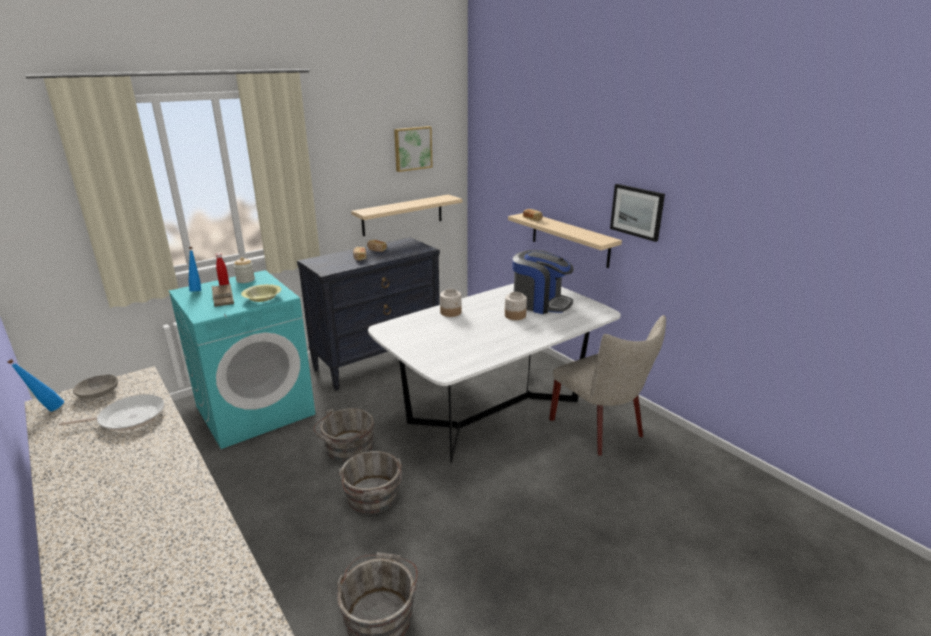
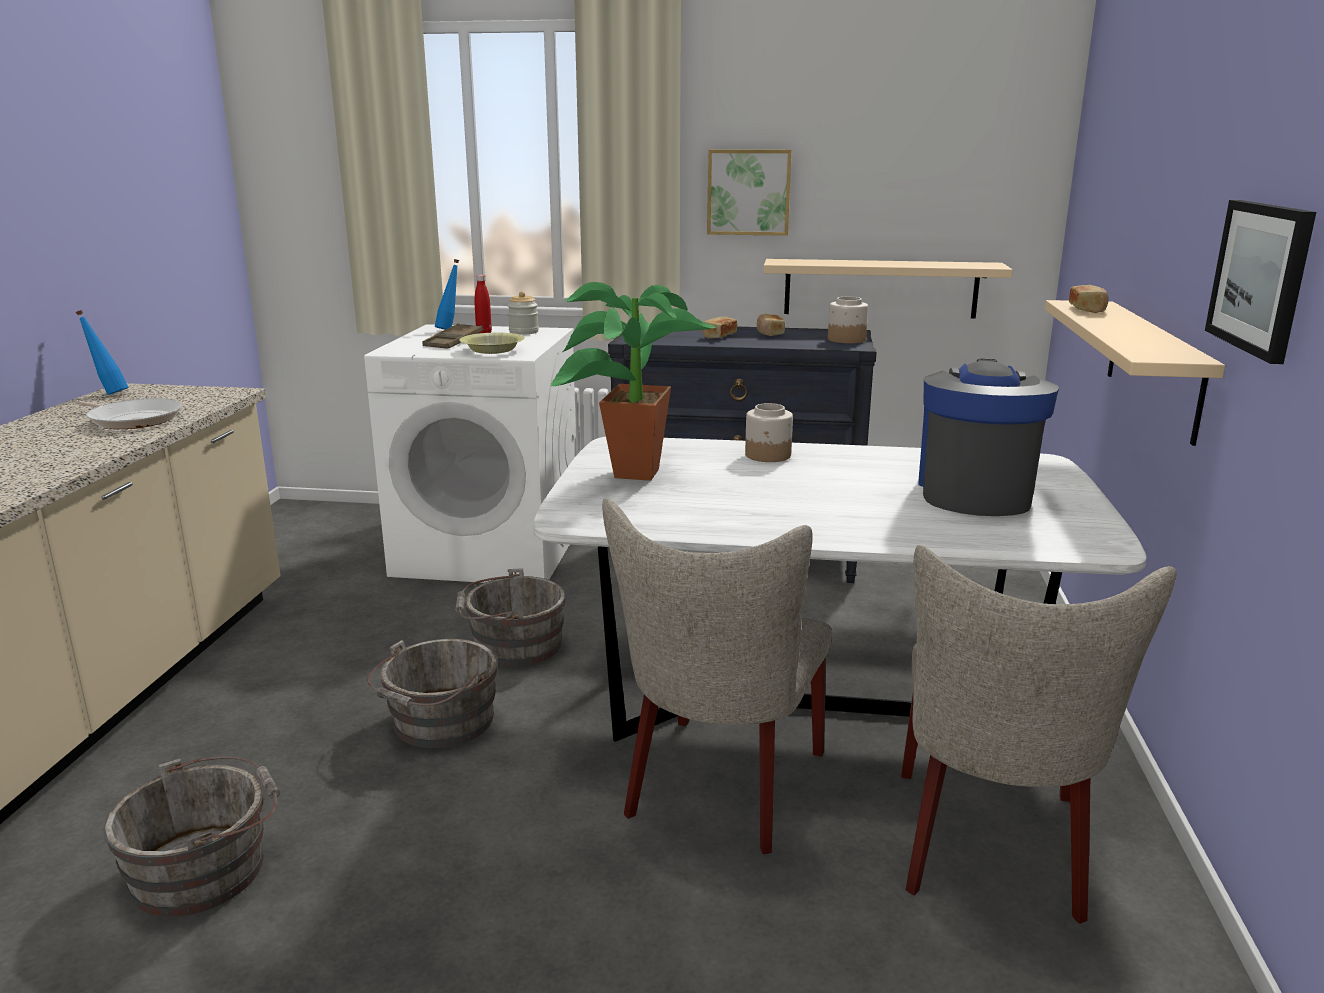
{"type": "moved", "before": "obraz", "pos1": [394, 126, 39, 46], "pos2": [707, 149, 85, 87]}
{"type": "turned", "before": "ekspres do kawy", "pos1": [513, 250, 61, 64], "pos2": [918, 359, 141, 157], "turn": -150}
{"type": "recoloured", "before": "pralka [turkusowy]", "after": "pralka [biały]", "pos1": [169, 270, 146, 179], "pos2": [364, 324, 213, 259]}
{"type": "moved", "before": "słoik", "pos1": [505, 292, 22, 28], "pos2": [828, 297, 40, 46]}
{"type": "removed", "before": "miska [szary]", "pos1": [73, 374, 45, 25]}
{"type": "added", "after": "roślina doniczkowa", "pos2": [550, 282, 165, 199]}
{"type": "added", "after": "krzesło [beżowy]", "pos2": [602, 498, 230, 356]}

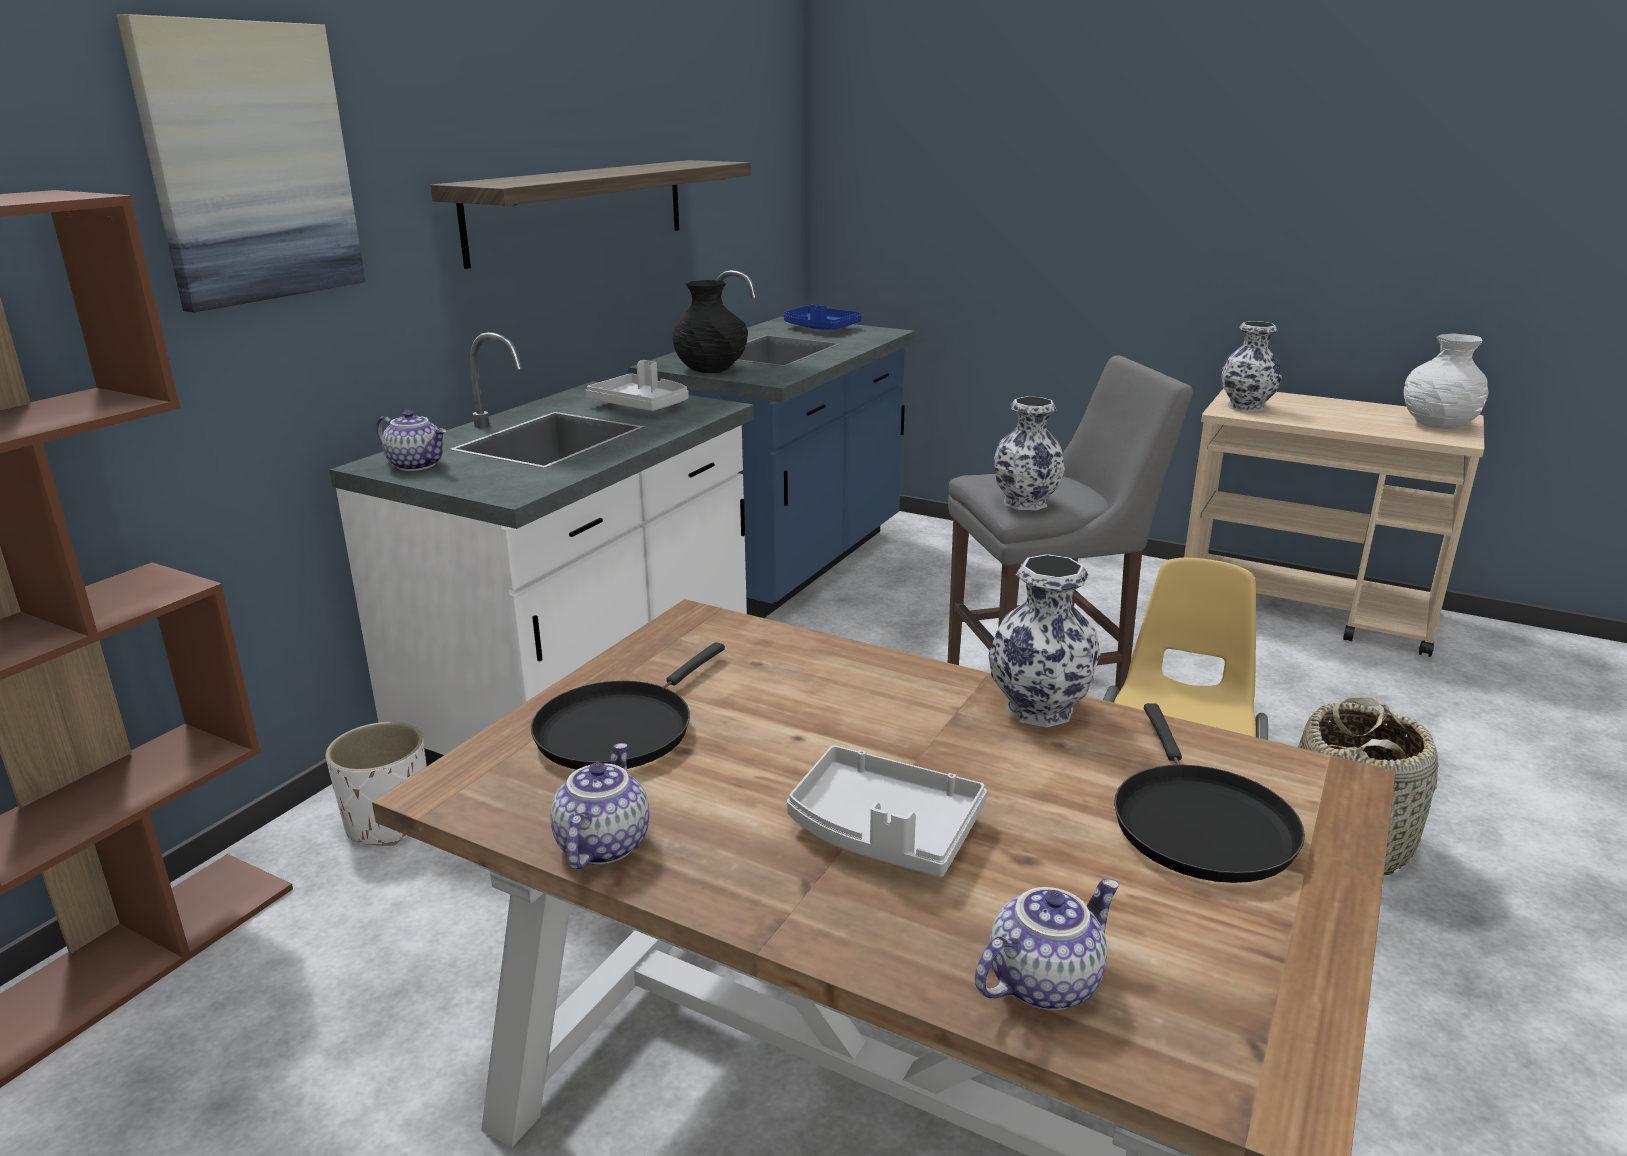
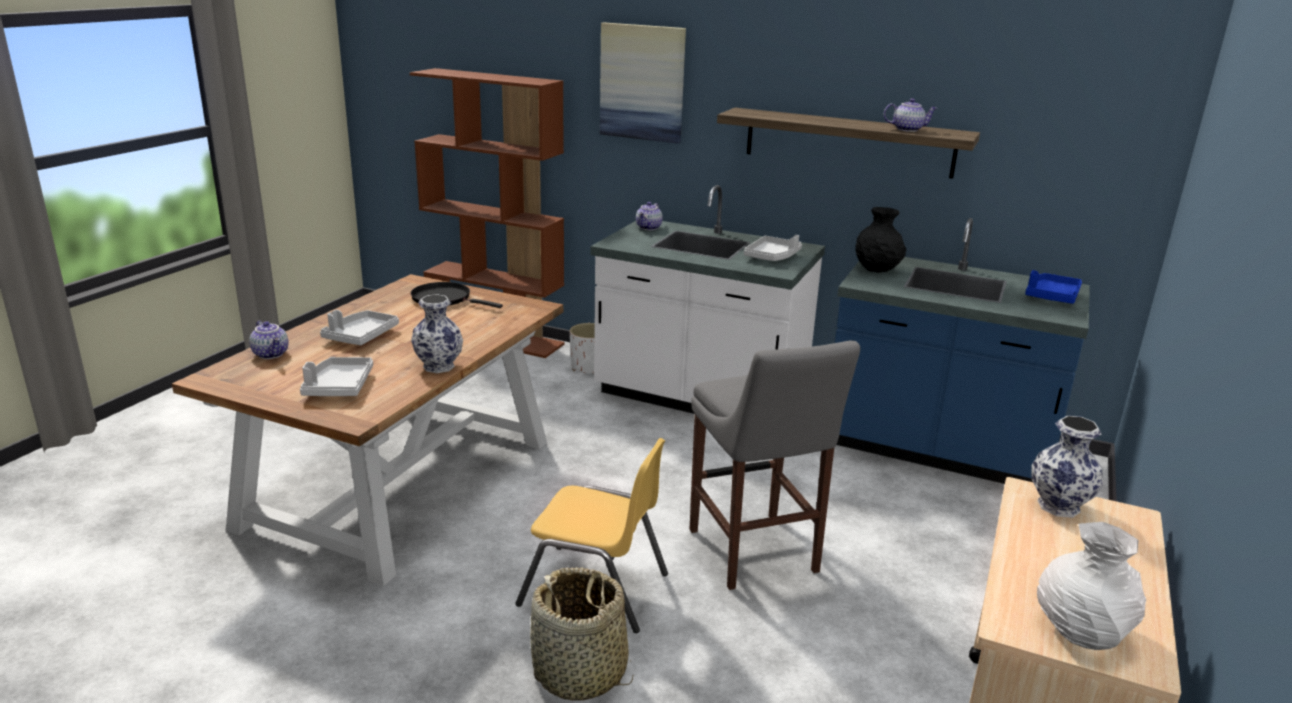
{"type": "removed", "before": "wazon", "pos1": [994, 397, 71, 114]}
{"type": "replaced", "before": "patelnia [czarny]", "after": "taca [szary]", "pos1": [1114, 703, 191, 180], "pos2": [300, 357, 73, 39]}
{"type": "moved", "before": "imbryk", "pos1": [550, 743, 99, 126], "pos2": [884, 98, 53, 34]}

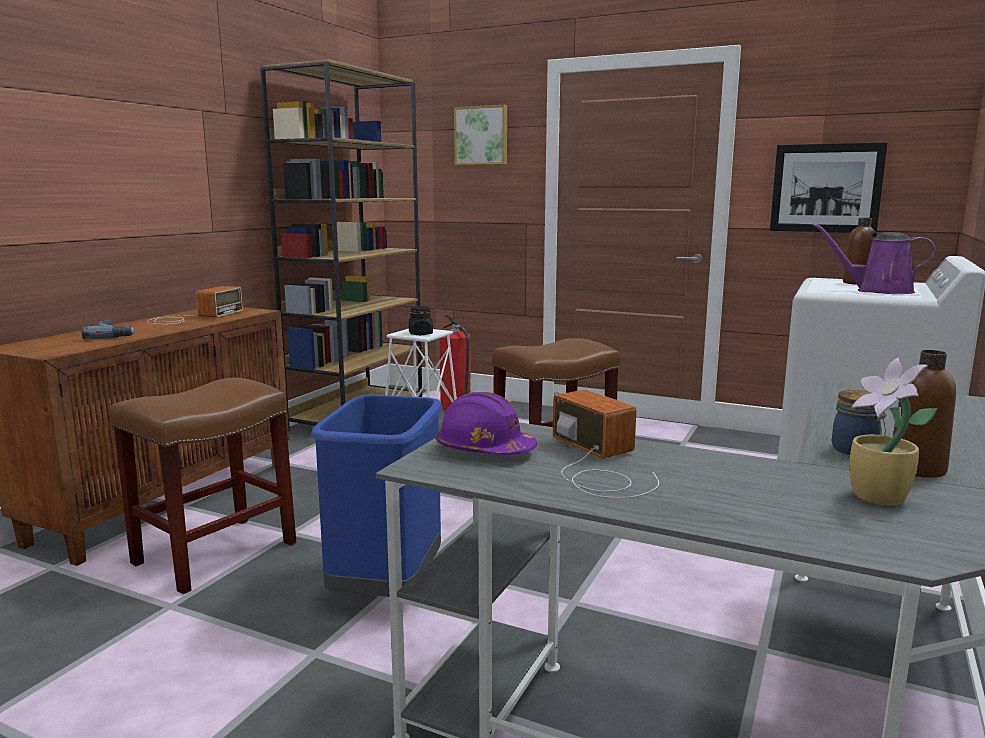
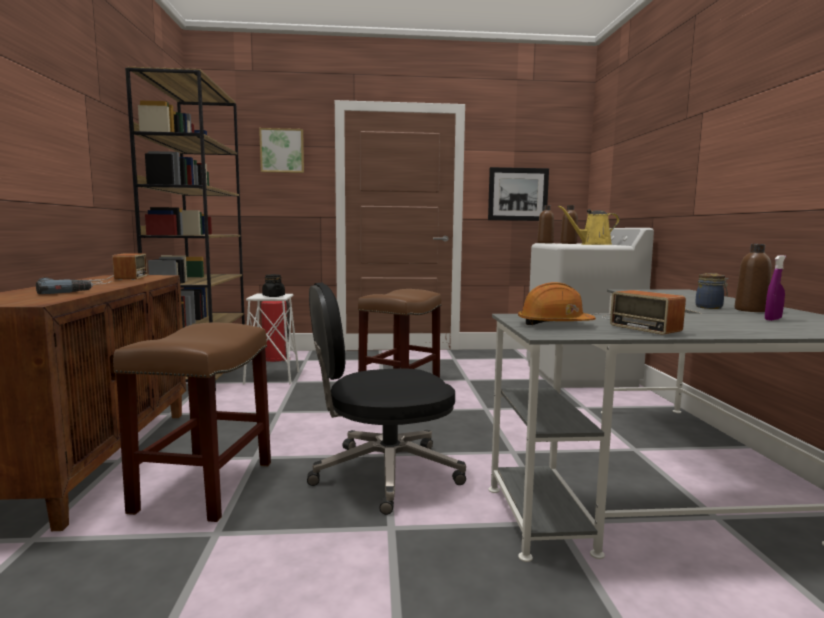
{"type": "recoloured", "before": "konewka [fioletowy]", "after": "konewka [żółty]", "pos1": [813, 224, 123, 70], "pos2": [558, 206, 62, 39]}
{"type": "replaced", "before": "roślina doniczkowa", "after": "spryskiwacz [fioletowy]", "pos1": [850, 358, 88, 147], "pos2": [765, 255, 21, 66]}
{"type": "turned", "before": "radio", "pos1": [553, 390, 106, 108], "pos2": [590, 290, 96, 45], "turn": -150}
{"type": "recoloured", "before": "kask [fioletowy]", "after": "kask [pomarańczowy]", "pos1": [436, 392, 101, 63], "pos2": [518, 282, 78, 43]}
{"type": "replaced", "before": "kosz na śmieci [niebieski]", "after": "krzesło biurowe [czarny]", "pos1": [311, 395, 131, 202], "pos2": [307, 282, 159, 233]}
{"type": "added", "after": "butelka [brązowy]", "pos2": [537, 205, 17, 38]}

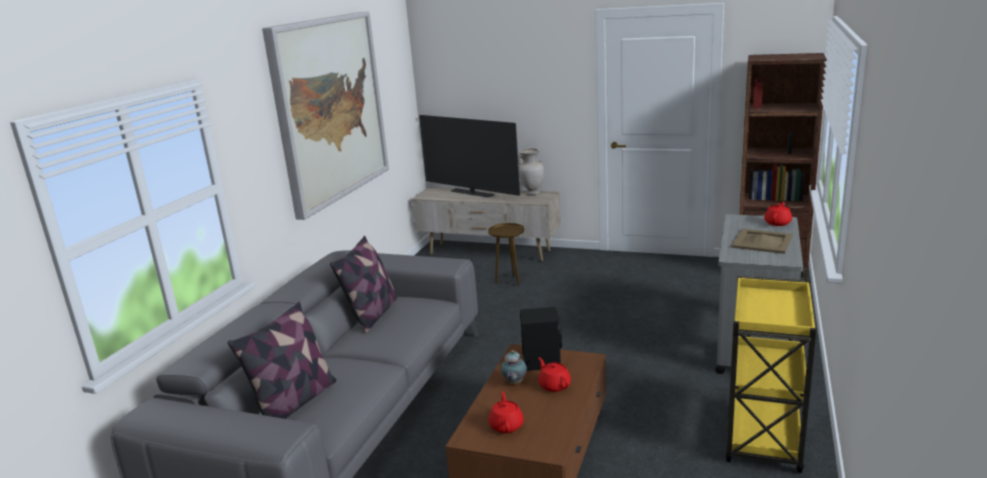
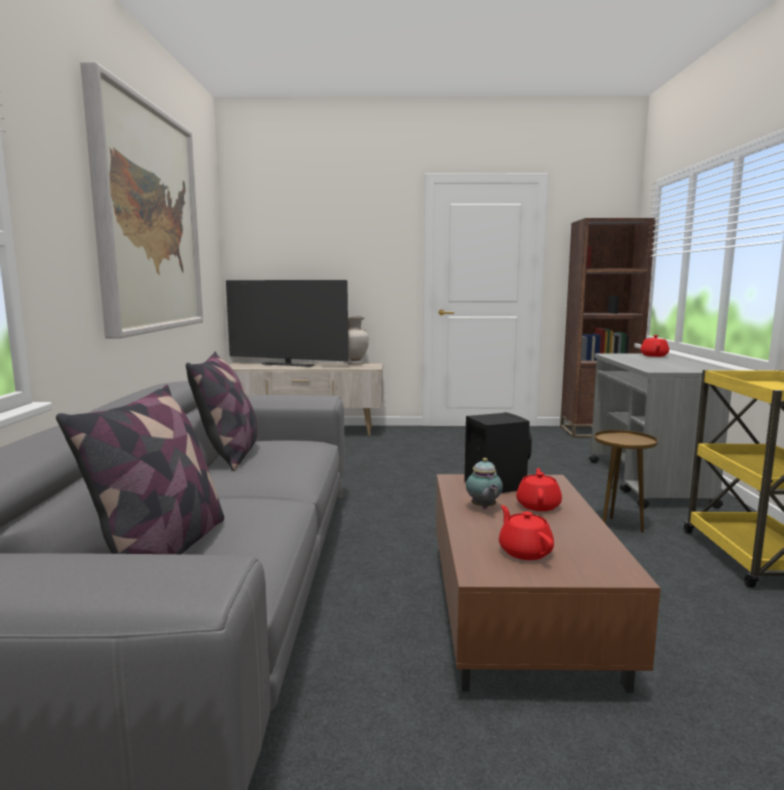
{"type": "moved", "before": "stolik [brązowy]", "pos1": [488, 223, 36, 63], "pos2": [594, 430, 64, 103]}
{"type": "removed", "before": "taca [beżowy]", "pos1": [731, 229, 62, 25]}
{"type": "turned", "before": "imbryk [czerwony]", "pos1": [538, 357, 33, 35], "pos2": [516, 468, 46, 43], "turn": 60}

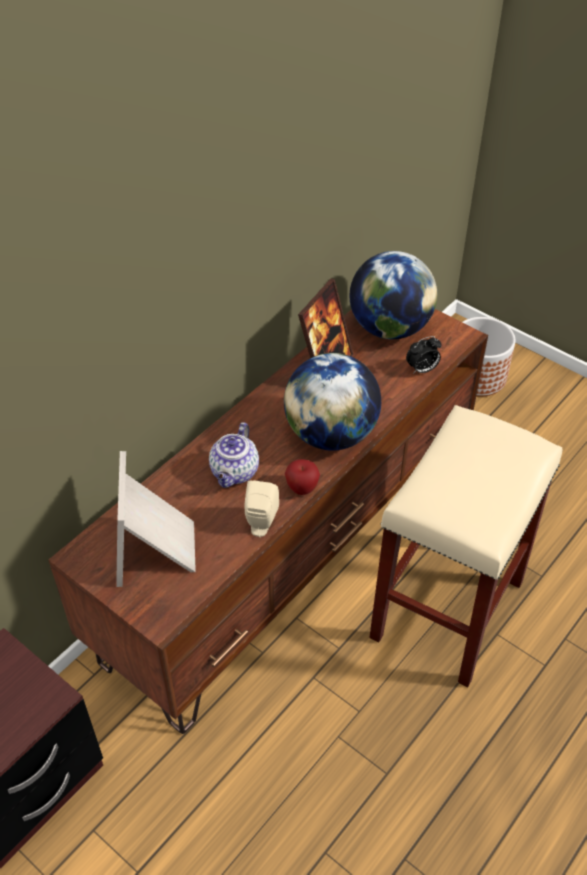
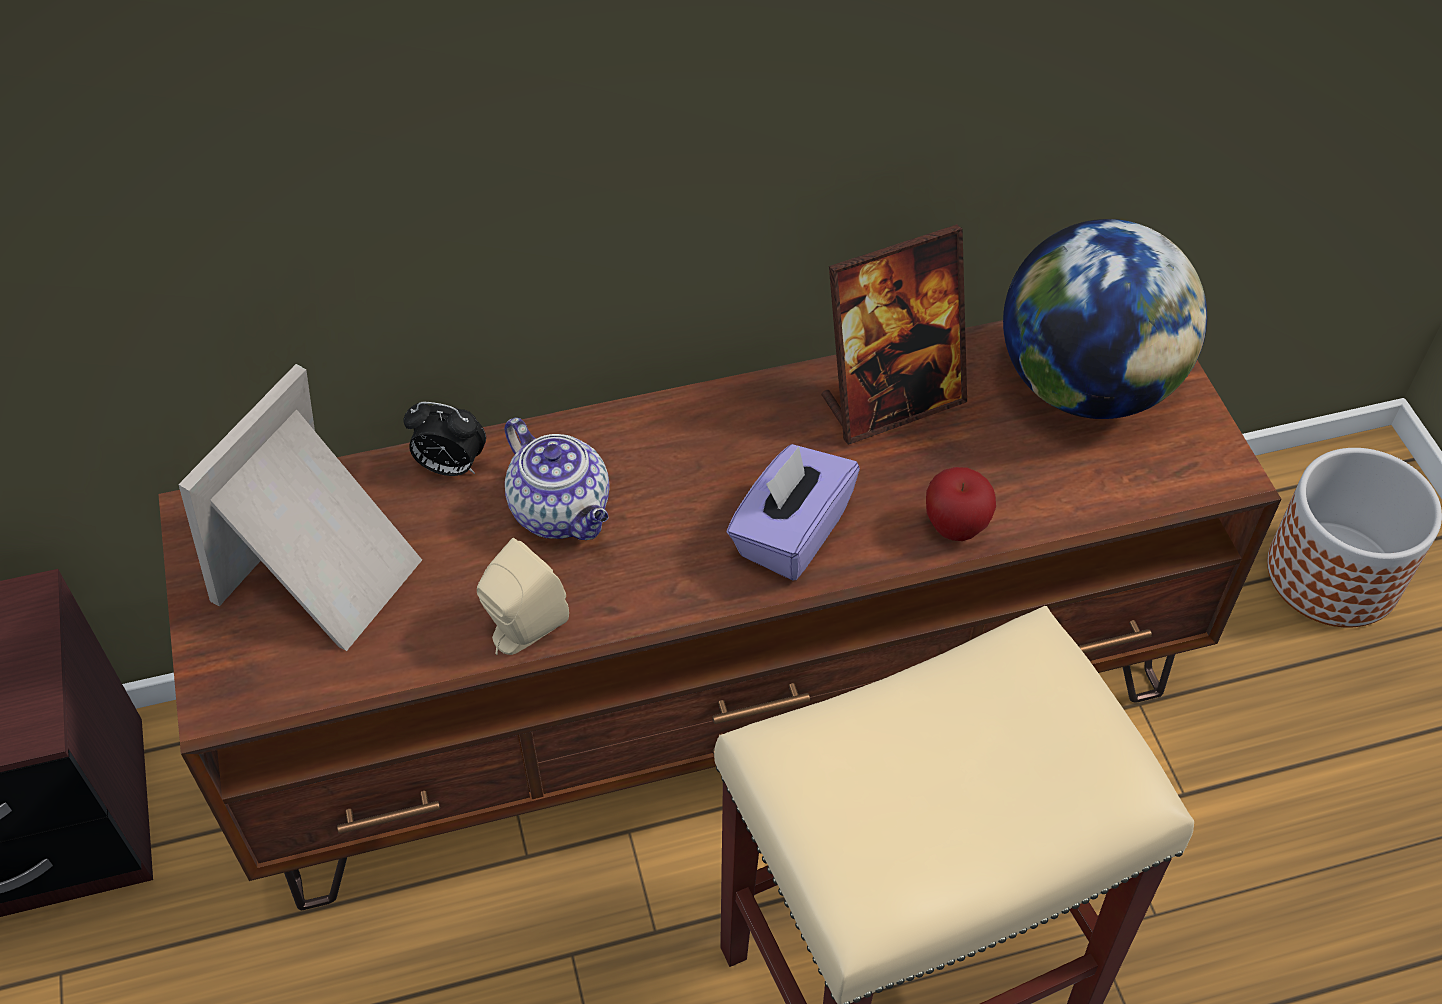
{"type": "moved", "before": "budzik", "pos1": [406, 336, 36, 38], "pos2": [404, 402, 82, 74]}
{"type": "replaced", "before": "globus", "after": "pudełko chusteczek [fioletowy]", "pos1": [284, 353, 97, 98], "pos2": [727, 444, 133, 137]}
{"type": "turned", "before": "imbryk", "pos1": [209, 422, 50, 66], "pos2": [504, 418, 106, 122], "turn": -90}
{"type": "moved", "before": "jabłko", "pos1": [285, 459, 35, 36], "pos2": [926, 467, 70, 74]}

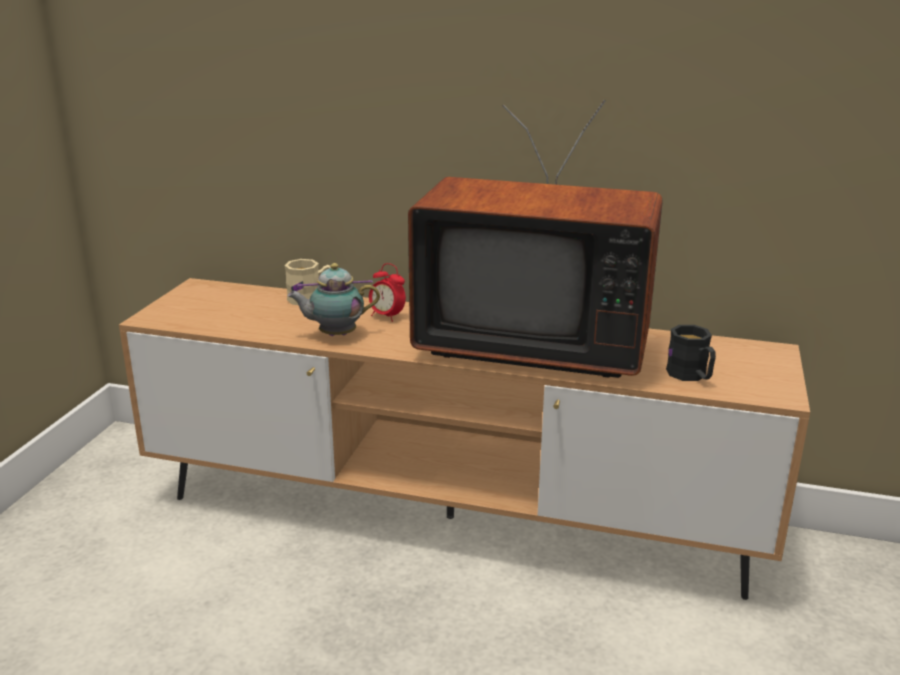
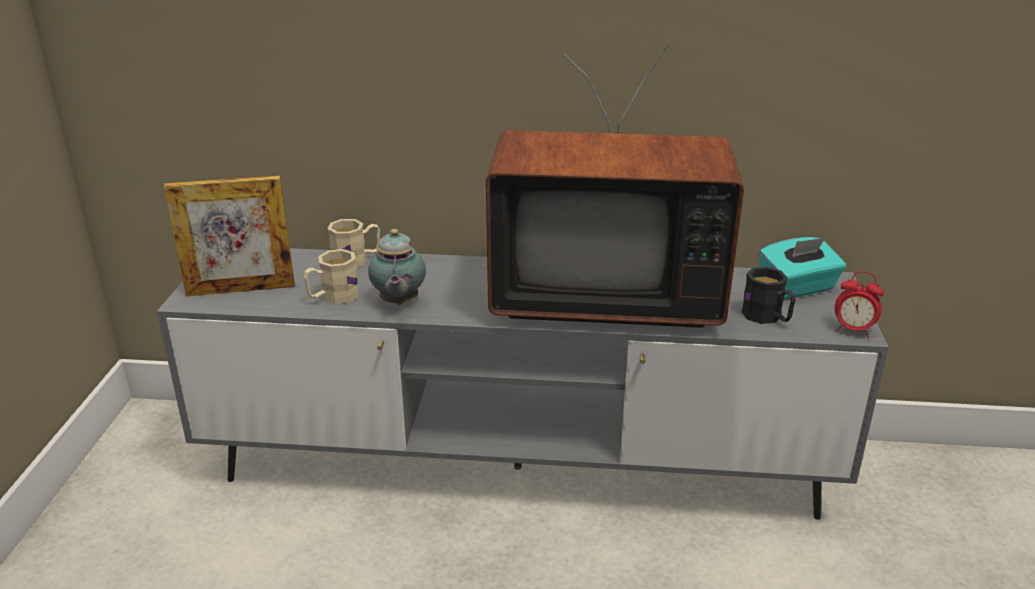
{"type": "turned", "before": "imbryk", "pos1": [287, 263, 93, 73], "pos2": [368, 229, 58, 76], "turn": -75}
{"type": "moved", "before": "budzik", "pos1": [369, 263, 37, 59], "pos2": [835, 271, 49, 67]}
{"type": "recoloured", "before": "szafka pod telewizor [brązowy]", "after": "szafka pod telewizor [szary]", "pos1": [119, 278, 691, 322], "pos2": [157, 248, 732, 272]}
{"type": "added", "after": "ramka na zdjęcie", "pos2": [164, 175, 131, 121]}
{"type": "added", "after": "pudełko chusteczek [turkusowy]", "pos2": [759, 237, 87, 62]}
{"type": "added", "after": "kubek [beżowy]", "pos2": [304, 249, 55, 55]}

